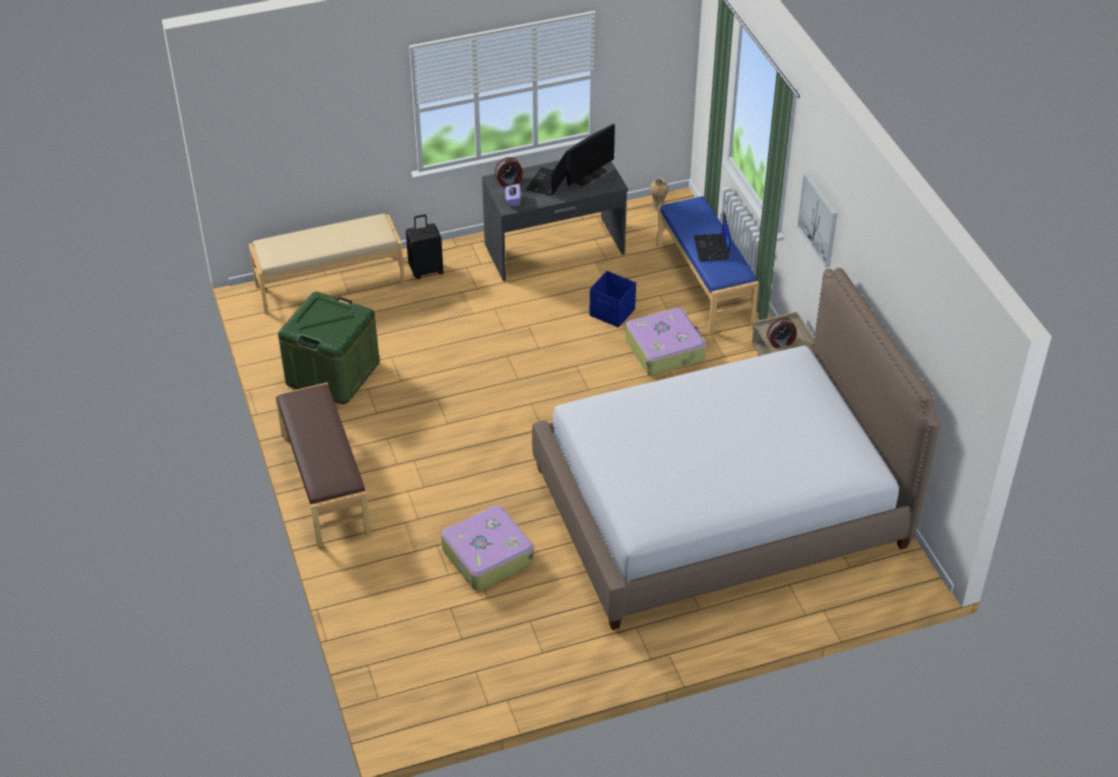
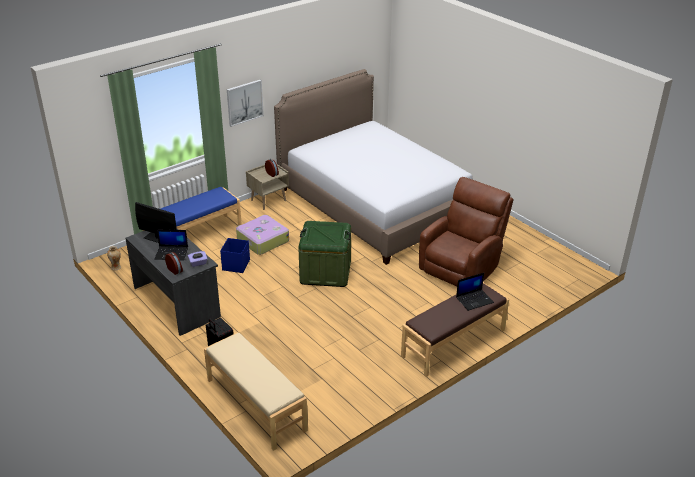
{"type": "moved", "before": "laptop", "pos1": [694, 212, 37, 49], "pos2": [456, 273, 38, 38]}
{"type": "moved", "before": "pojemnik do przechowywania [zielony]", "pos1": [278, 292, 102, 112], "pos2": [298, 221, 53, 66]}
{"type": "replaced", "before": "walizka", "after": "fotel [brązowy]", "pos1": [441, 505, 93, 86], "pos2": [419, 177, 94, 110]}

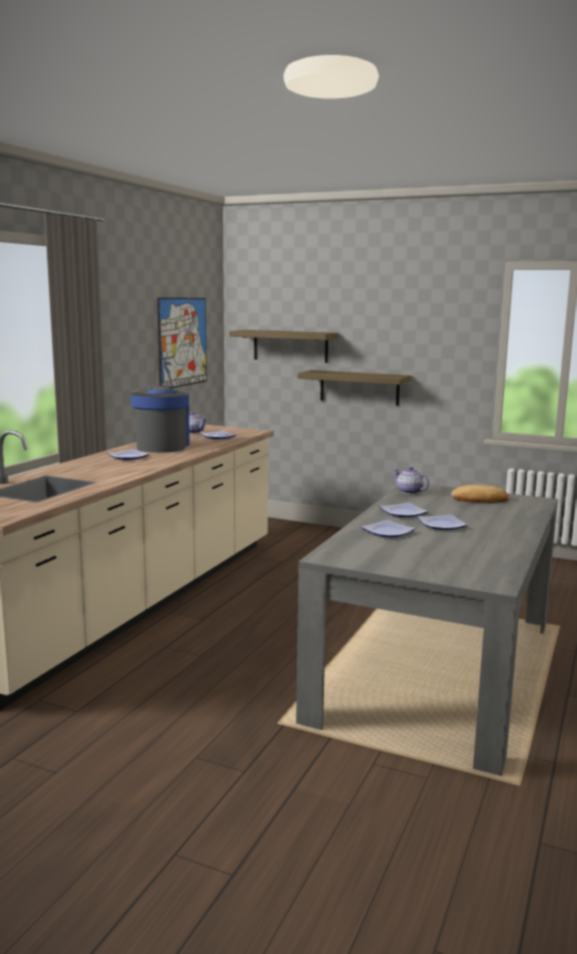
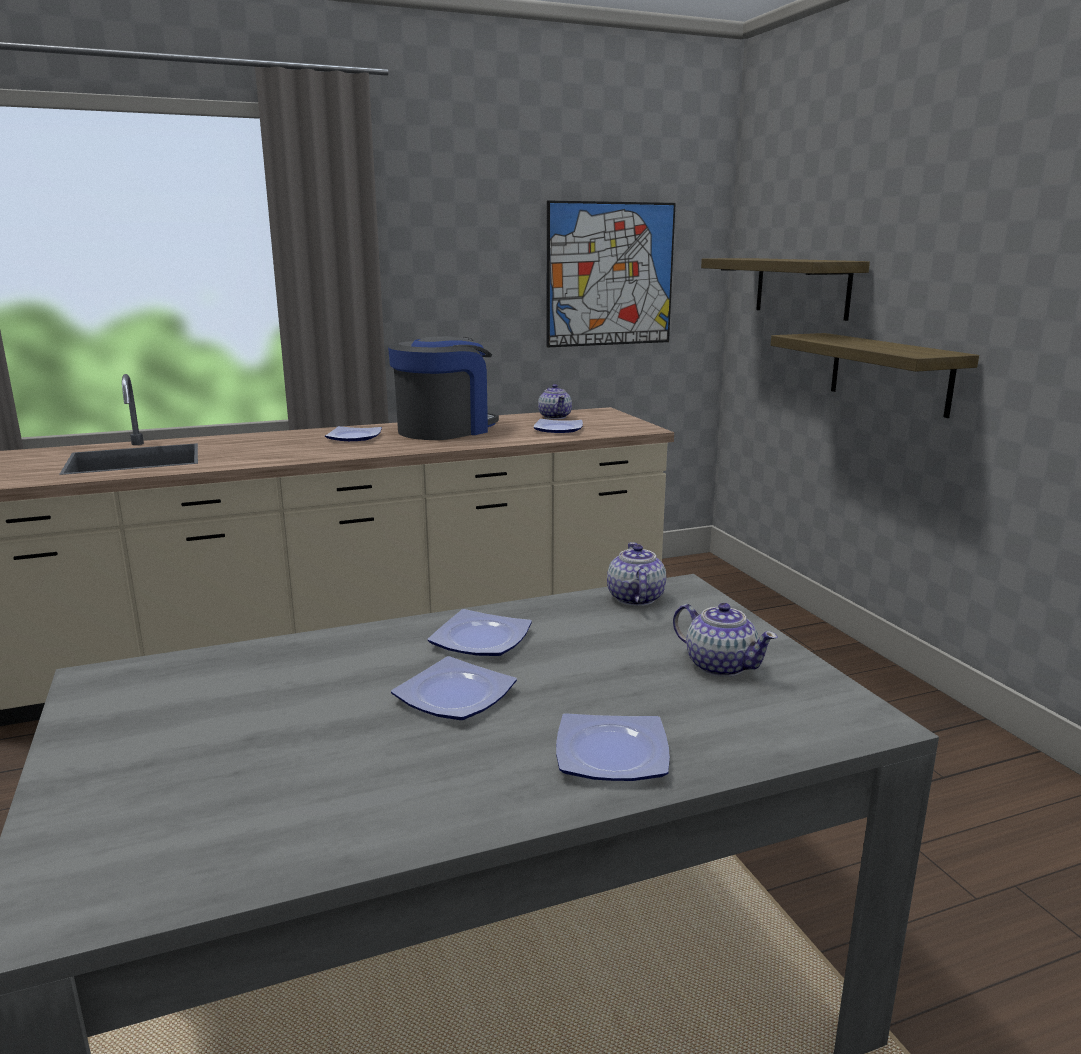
{"type": "replaced", "before": "chleb", "after": "imbryk", "pos1": [451, 485, 58, 18], "pos2": [673, 603, 105, 74]}
{"type": "moved", "before": "talerz", "pos1": [361, 519, 54, 19], "pos2": [556, 713, 114, 68]}

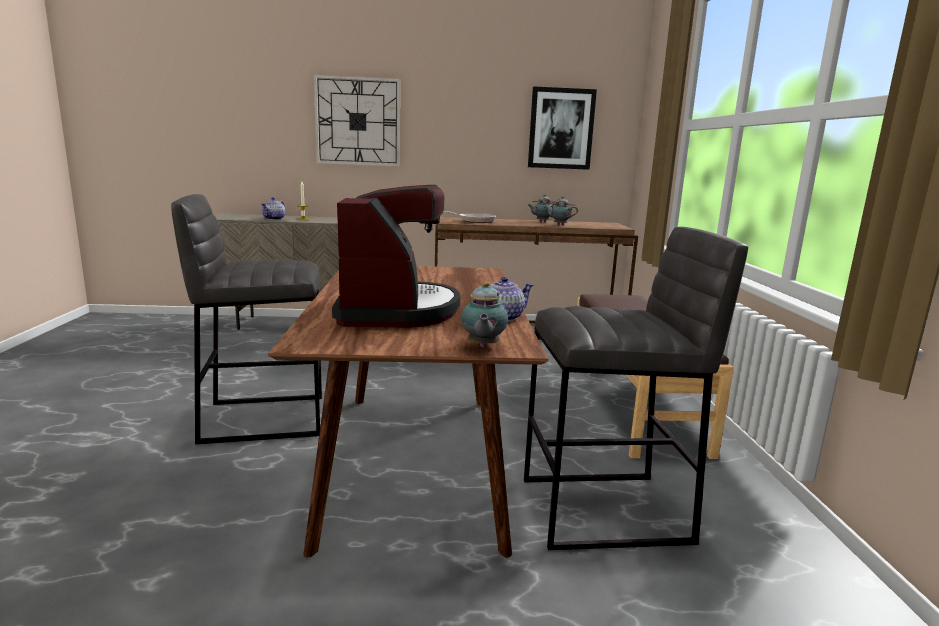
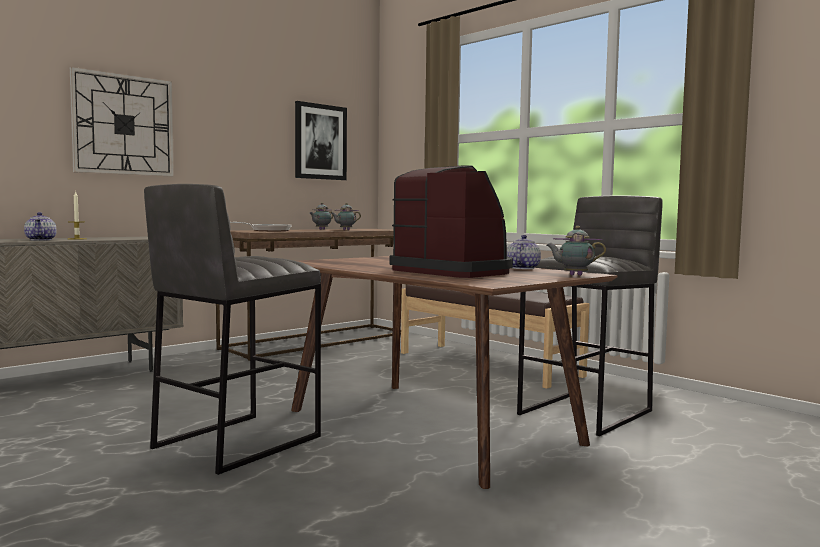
{"type": "turned", "before": "imbryk", "pos1": [461, 282, 47, 66], "pos2": [546, 226, 60, 50], "turn": 135}

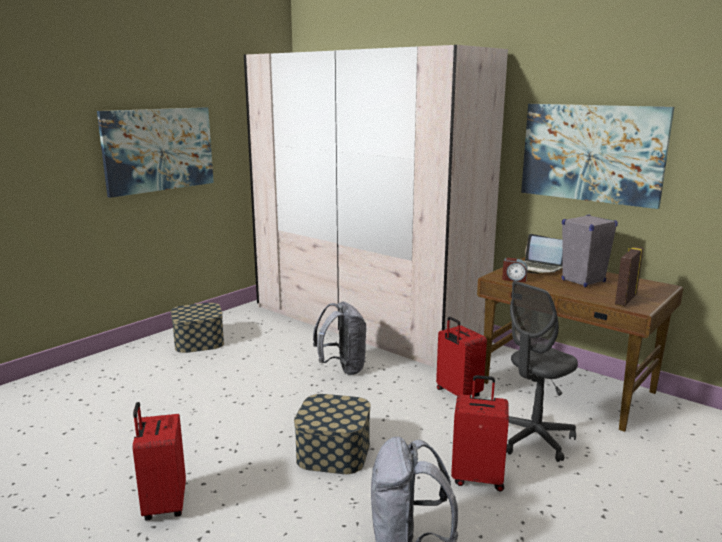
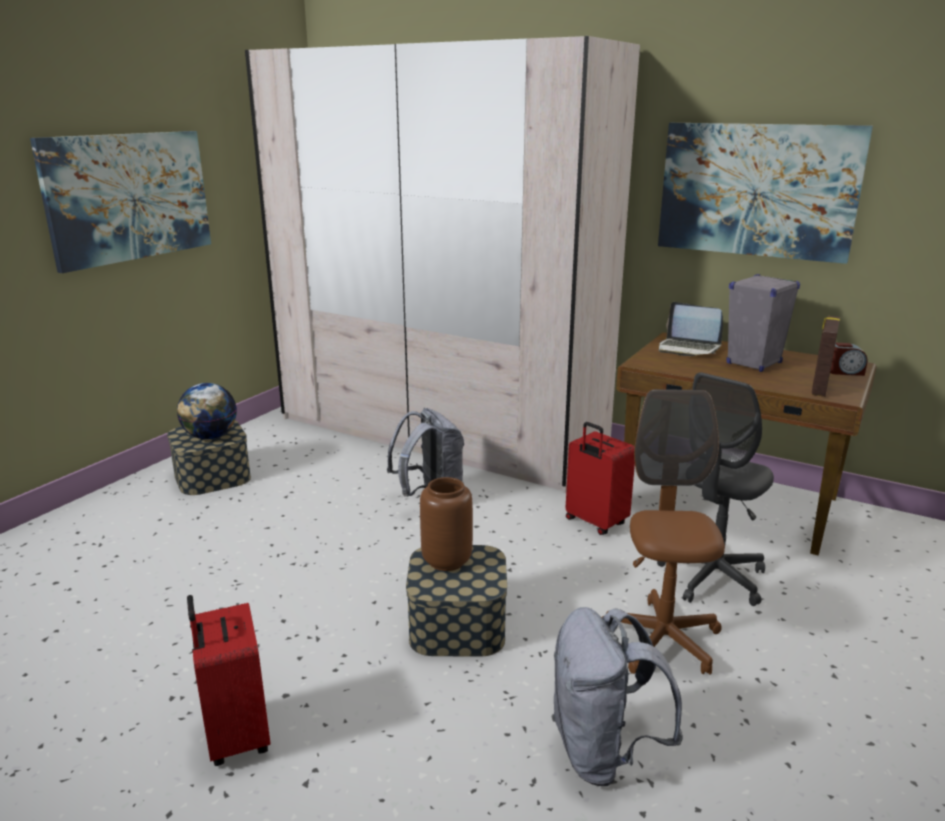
{"type": "moved", "before": "budzik", "pos1": [502, 258, 26, 24], "pos2": [830, 343, 38, 33]}
{"type": "replaced", "before": "walizka [czerwony]", "after": "krzesło biurowe [brązowy]", "pos1": [451, 375, 58, 116], "pos2": [601, 389, 124, 285]}
{"type": "added", "after": "globus", "pos2": [177, 383, 60, 56]}
{"type": "added", "after": "wazon [brązowy]", "pos2": [420, 477, 53, 94]}

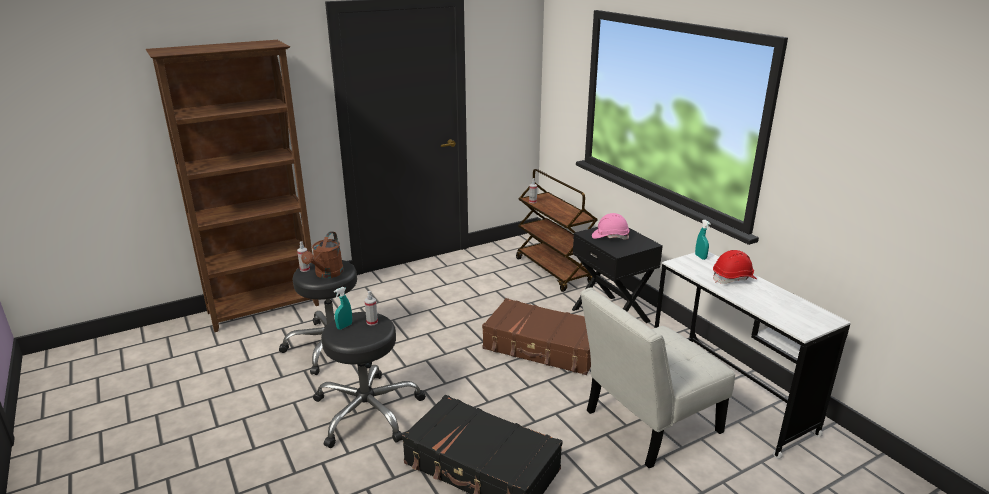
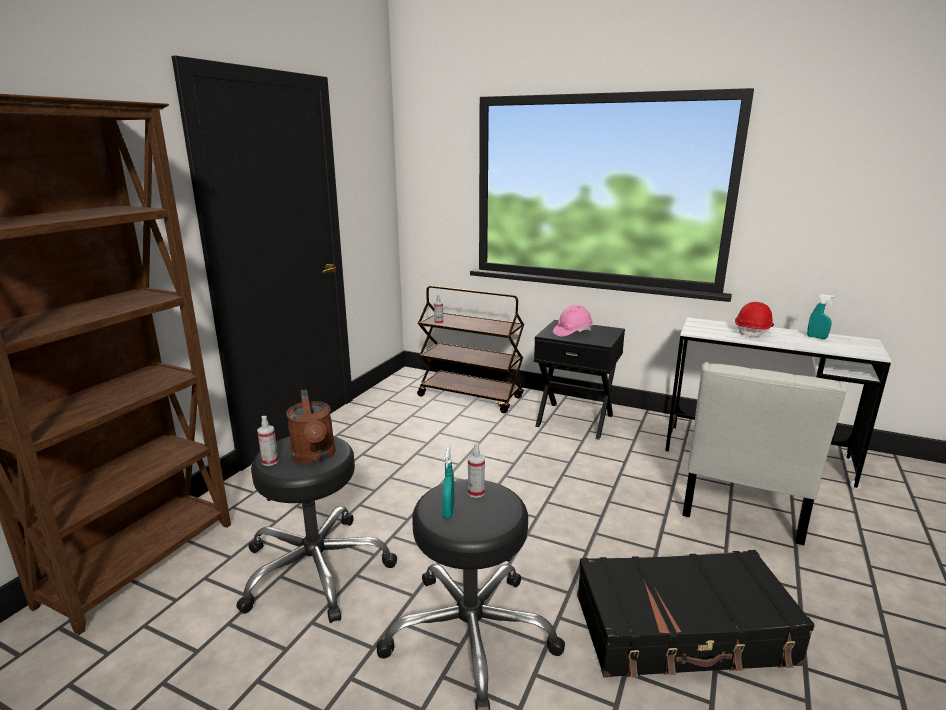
{"type": "moved", "before": "spryskiwacz [turkusowy]", "pos1": [695, 220, 16, 40], "pos2": [807, 294, 28, 45]}
{"type": "removed", "before": "walizka [brązowy]", "pos1": [482, 298, 109, 77]}

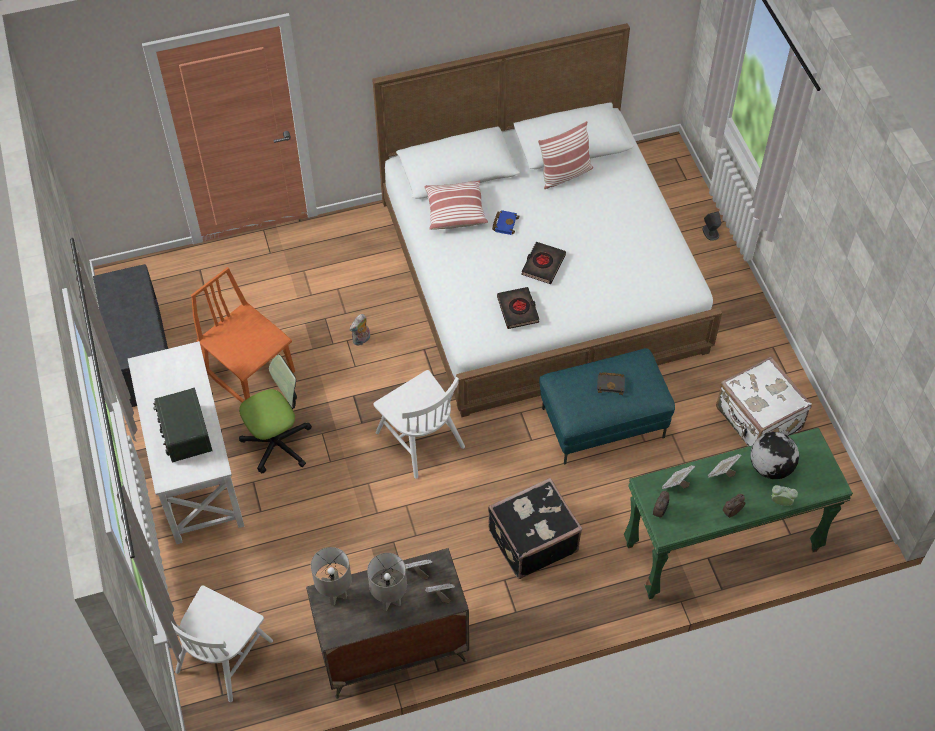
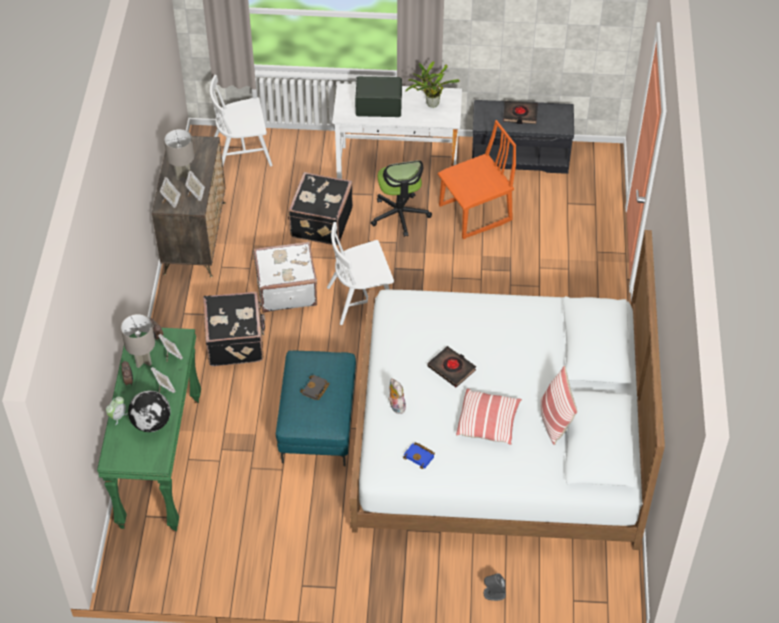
{"type": "moved", "before": "poduszka", "pos1": [424, 180, 64, 50], "pos2": [456, 389, 66, 56]}
{"type": "moved", "before": "książka [niebieski]", "pos1": [492, 210, 28, 25], "pos2": [403, 442, 32, 27]}
{"type": "moved", "before": "książka [czarny]", "pos1": [497, 287, 42, 42], "pos2": [503, 101, 35, 23]}
{"type": "moved", "before": "pluszak", "pos1": [350, 314, 20, 32], "pos2": [388, 378, 19, 36]}
{"type": "moved", "before": "walizka [biały]", "pos1": [716, 357, 96, 89], "pos2": [253, 241, 64, 72]}
{"type": "moved", "before": "lampa stołowa [szary]", "pos1": [311, 547, 41, 59], "pos2": [121, 314, 34, 54]}
{"type": "turned", "before": "krzesło [biały]", "pos1": [171, 585, 102, 117], "pos2": [210, 75, 63, 91], "turn": -60}
{"type": "added", "after": "roślina doniczkowa", "pos2": [405, 61, 55, 47]}
{"type": "added", "after": "walizka [czarny]", "pos2": [288, 172, 65, 73]}

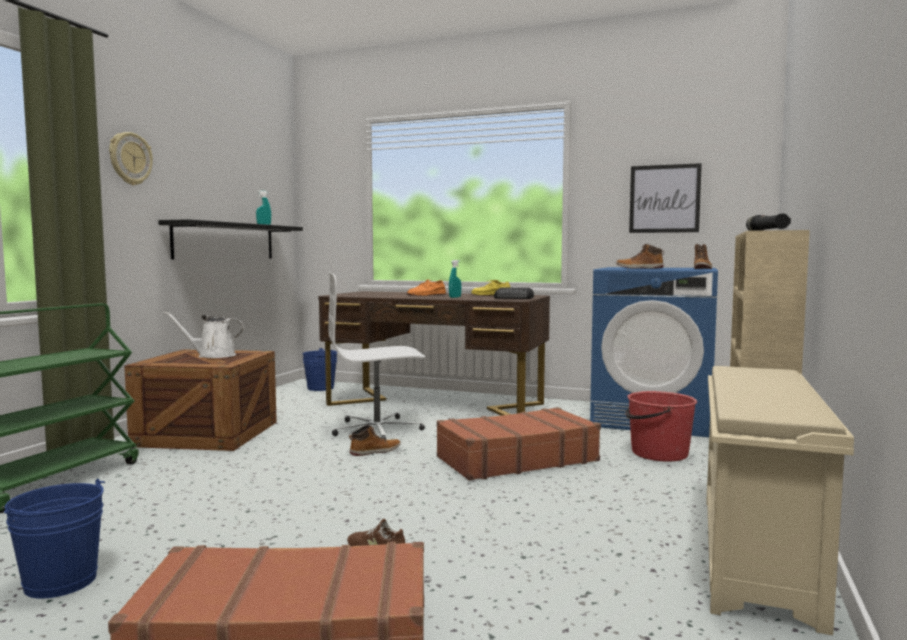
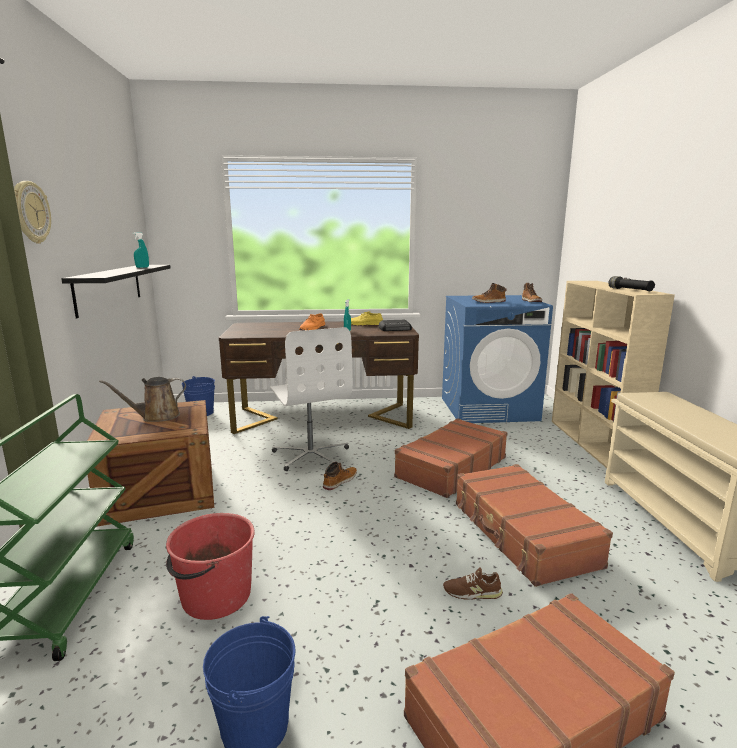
{"type": "removed", "before": "obraz", "pos1": [629, 163, 73, 70]}
{"type": "turned", "before": "krzesło biurowe [biały]", "pos1": [328, 272, 98, 168], "pos2": [270, 327, 83, 144], "turn": -75}
{"type": "recoloured", "before": "konewka [biały]", "after": "konewka [brązowy]", "pos1": [163, 311, 81, 47], "pos2": [99, 377, 87, 45]}
{"type": "moved", "before": "wiadro [czerwony]", "pos1": [625, 391, 72, 71], "pos2": [166, 513, 89, 107]}
{"type": "added", "after": "walizka [brązowy]", "pos2": [456, 464, 157, 123]}

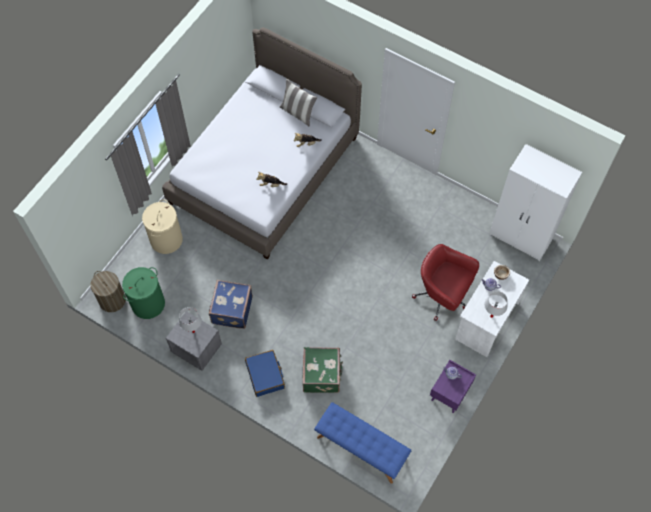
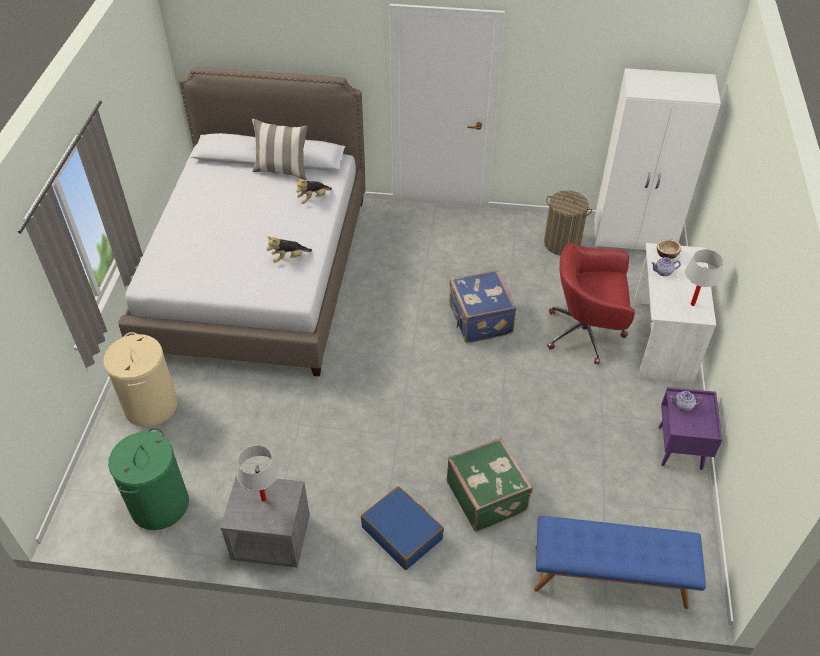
{"type": "moved", "before": "kosz na pranie", "pos1": [90, 271, 36, 41], "pos2": [544, 190, 48, 66]}
{"type": "moved", "before": "walizka [niebieski]", "pos1": [209, 280, 44, 49], "pos2": [449, 270, 67, 73]}

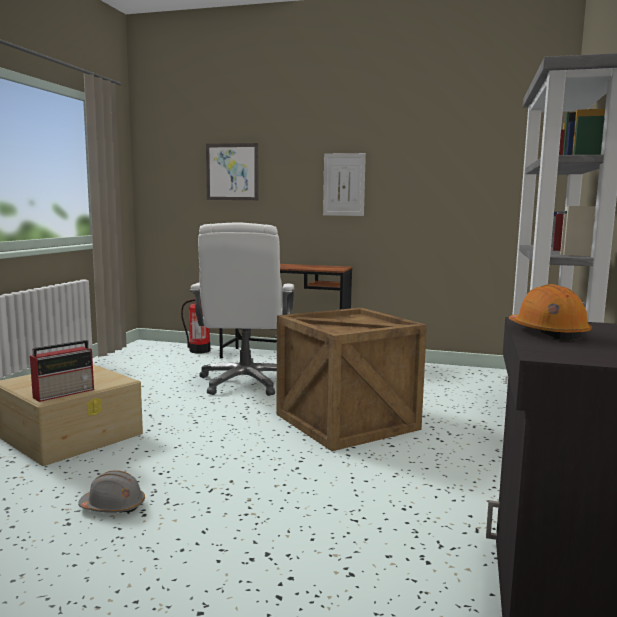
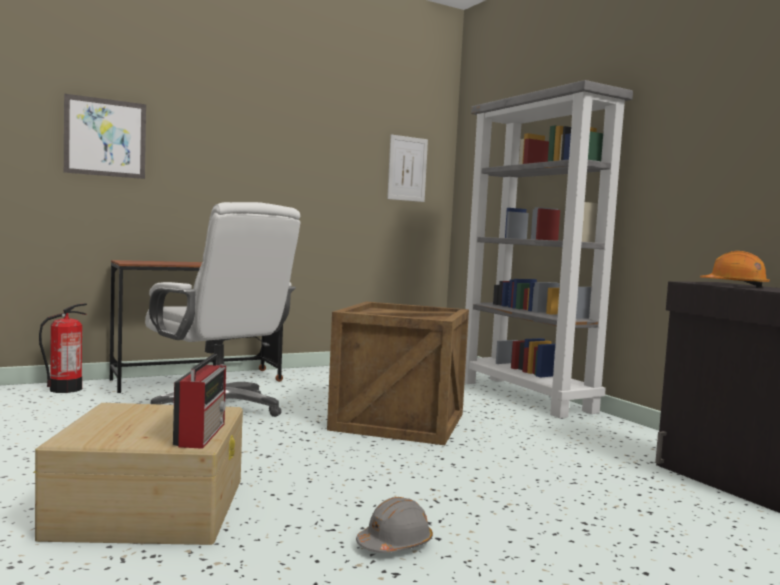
{"type": "moved", "before": "obraz", "pos1": [323, 153, 43, 63], "pos2": [387, 134, 41, 68]}

